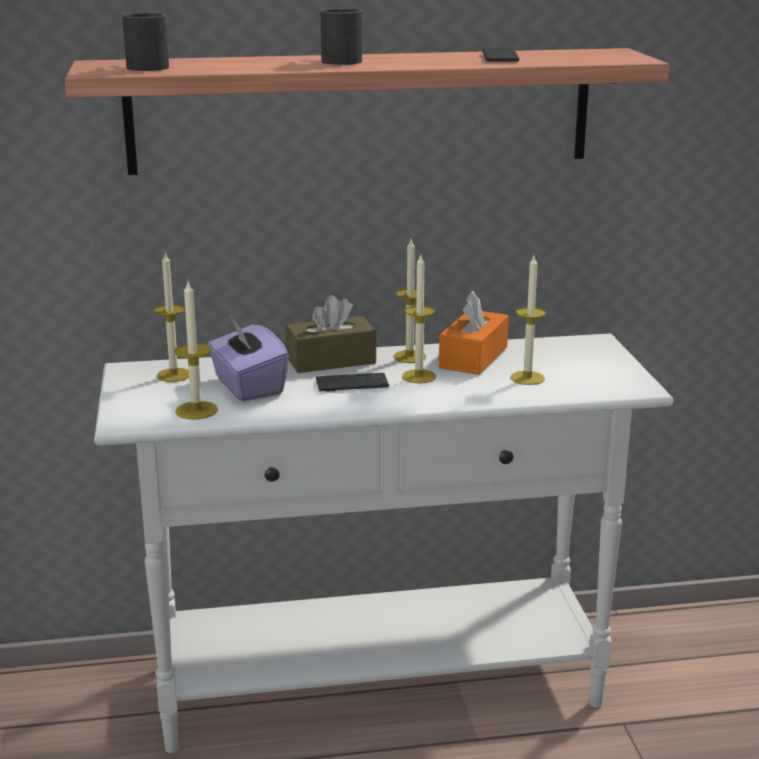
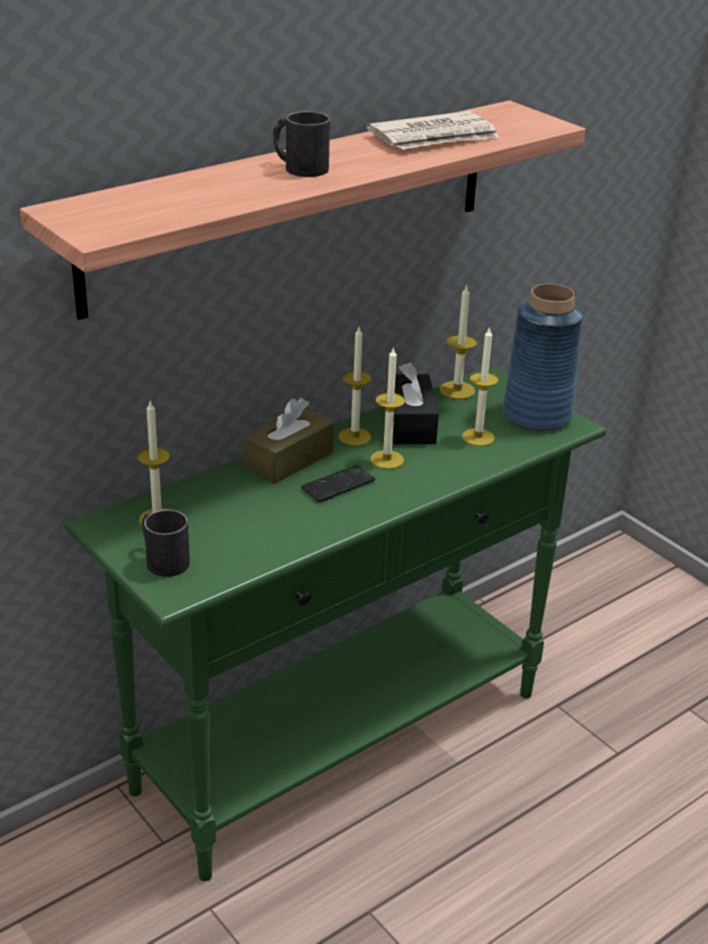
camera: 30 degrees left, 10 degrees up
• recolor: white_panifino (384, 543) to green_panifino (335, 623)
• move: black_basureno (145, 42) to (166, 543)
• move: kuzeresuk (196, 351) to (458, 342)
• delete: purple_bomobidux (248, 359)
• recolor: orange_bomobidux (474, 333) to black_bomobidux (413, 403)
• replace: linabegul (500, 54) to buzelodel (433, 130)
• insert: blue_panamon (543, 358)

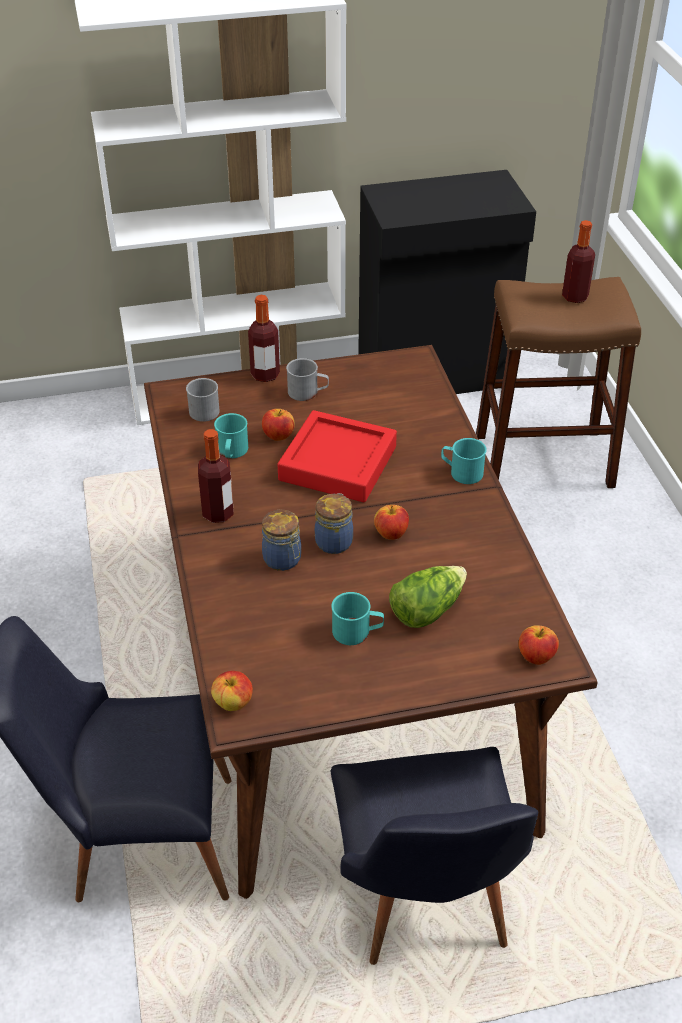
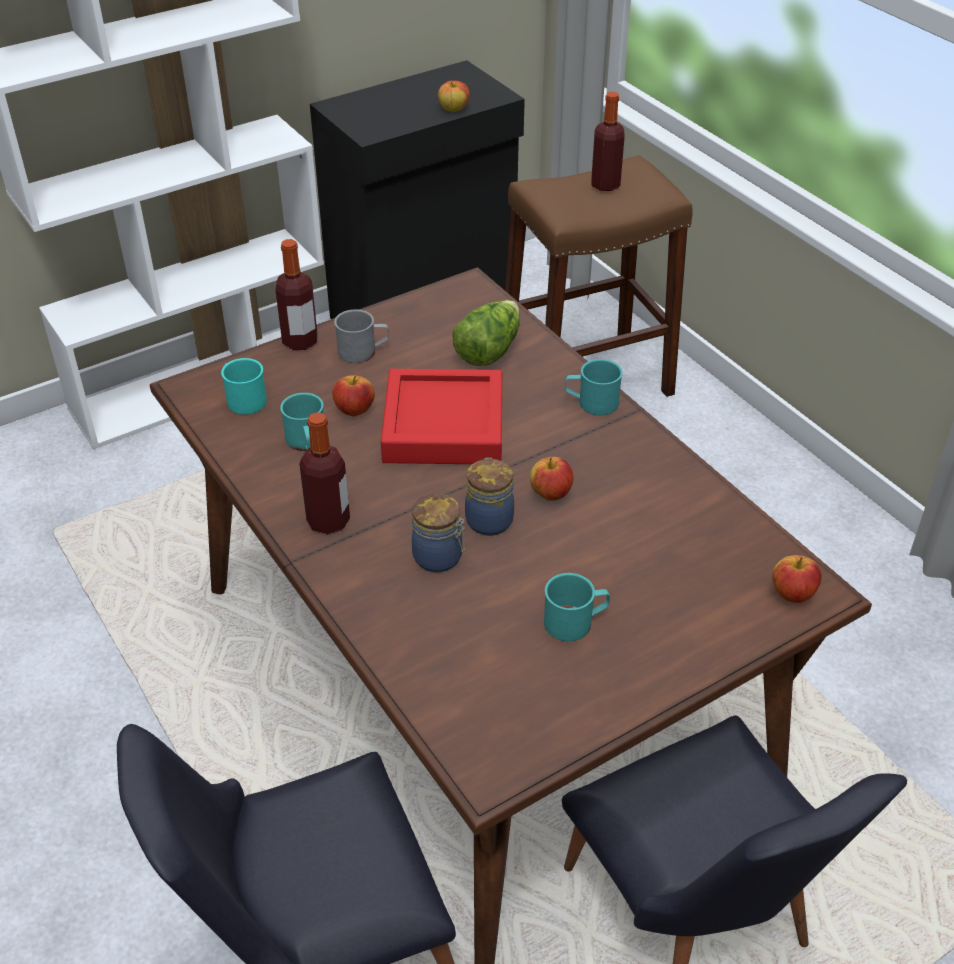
camera: 20 degrees left, 0 degrees up
• recolor: grey_basureno (202, 400) to turquoise_basureno (244, 386)
• move: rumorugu (232, 691) to (454, 96)
• move: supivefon (428, 597) to (486, 333)

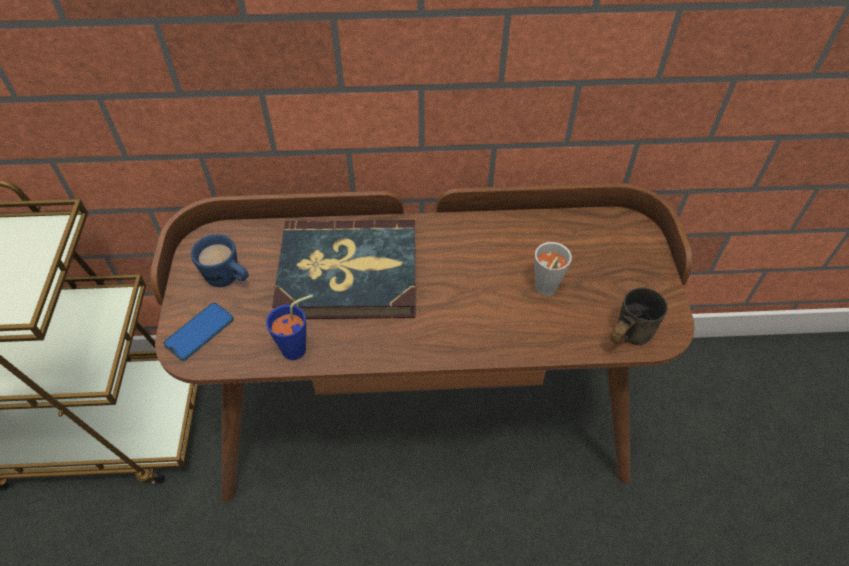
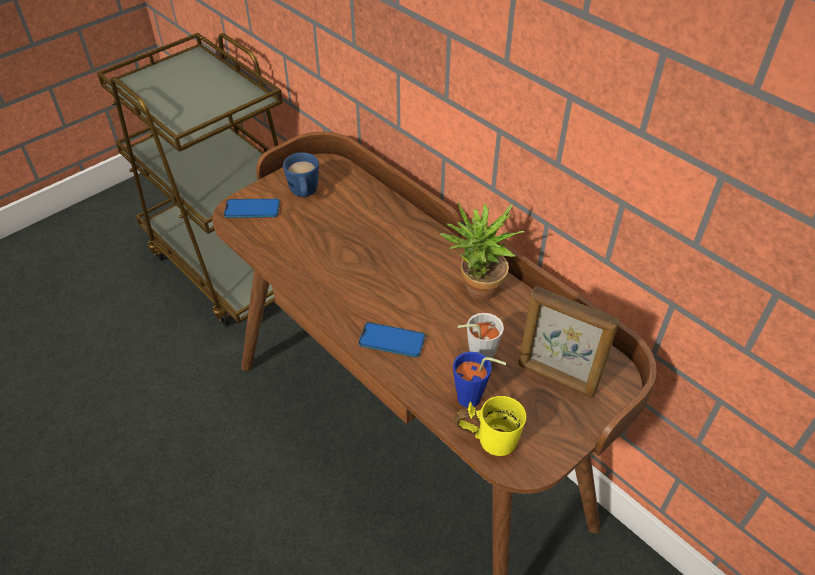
camera: 50 degrees right, 5 degrees down
• move: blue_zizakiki (289, 327) to (479, 380)
• delete: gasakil (344, 269)
• recolor: grey_basureno (639, 316) to yellow_basureno (490, 426)
• insert: linabegul (392, 339)
• insert: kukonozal (482, 251)
• insert: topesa (569, 342)

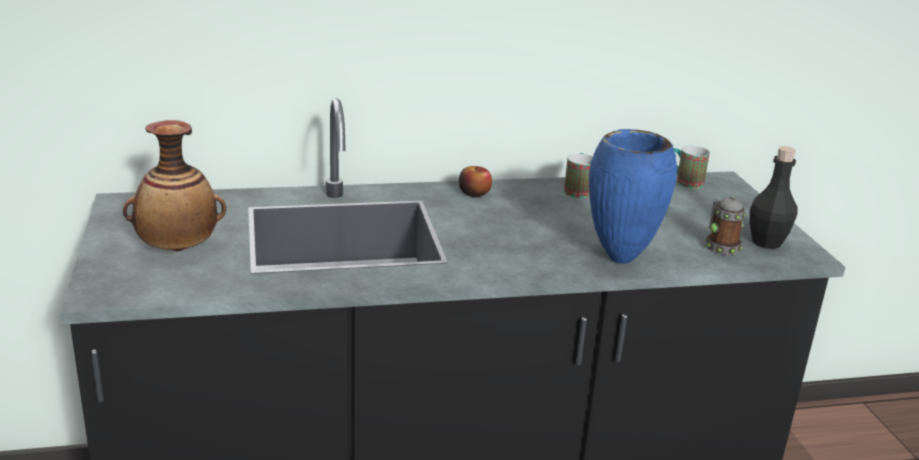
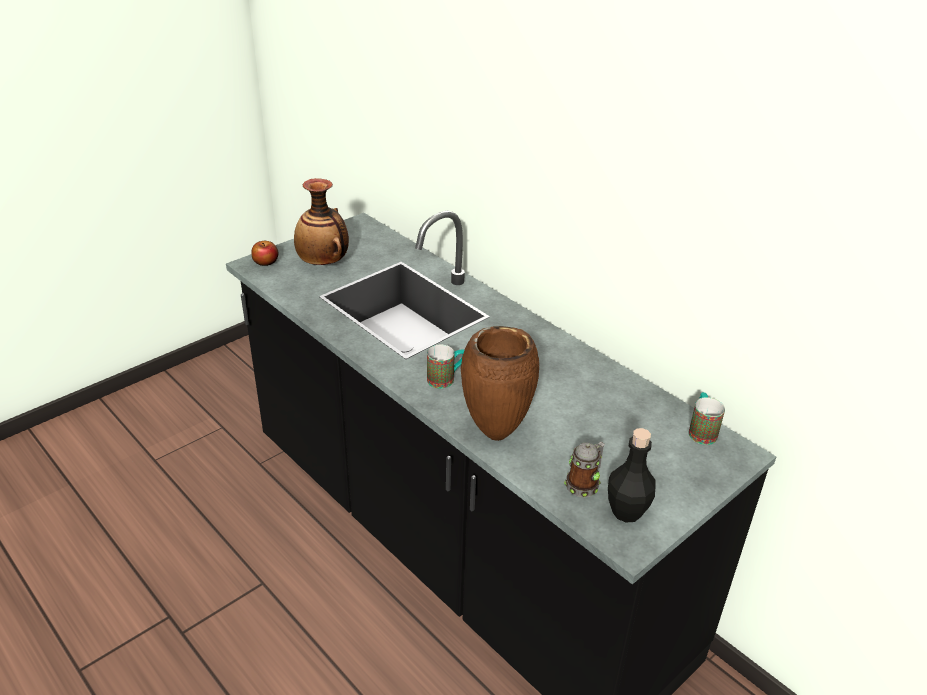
camera: 60 degrees right, 10 degrees up
• move: rumorugu (475, 181) to (264, 253)
• move: basureno (578, 175) to (445, 367)
• recolor: blue_panamon (633, 196) to brown_panamon (500, 383)

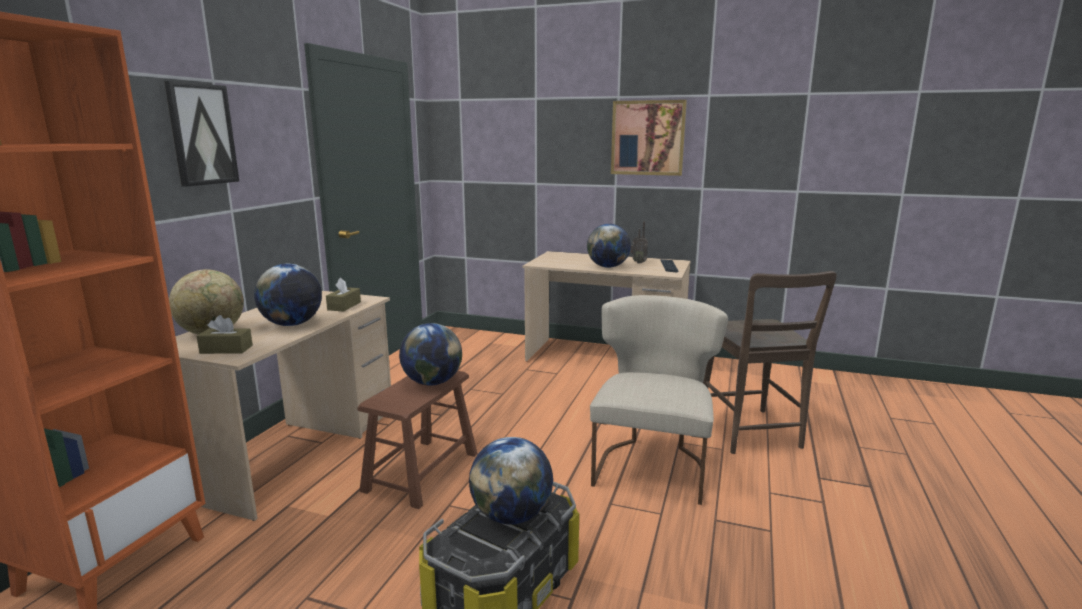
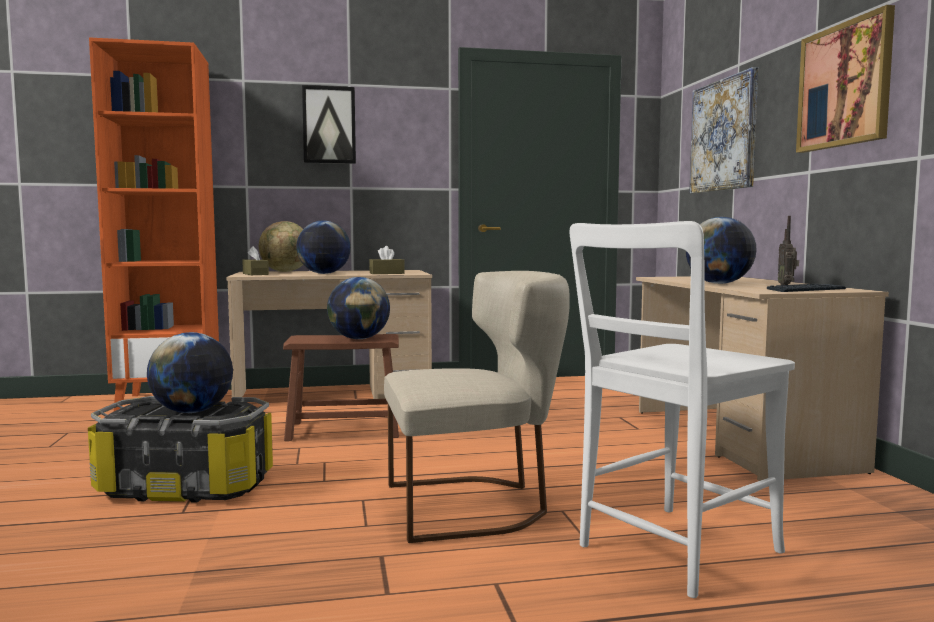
camera: 60 degrees right, 10 degrees down
• recolor: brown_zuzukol (770, 362) to white_zuzukol (682, 409)
• insert: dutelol (723, 130)

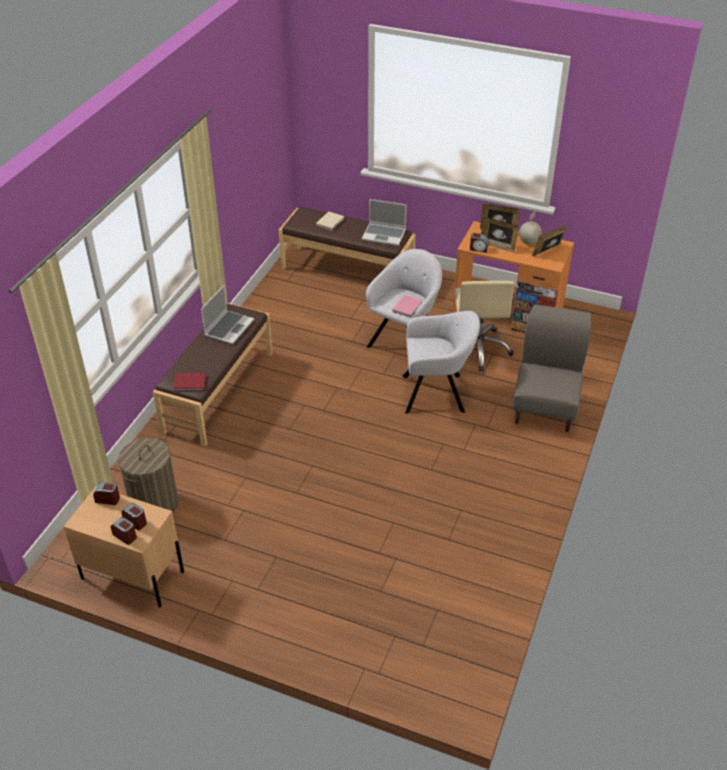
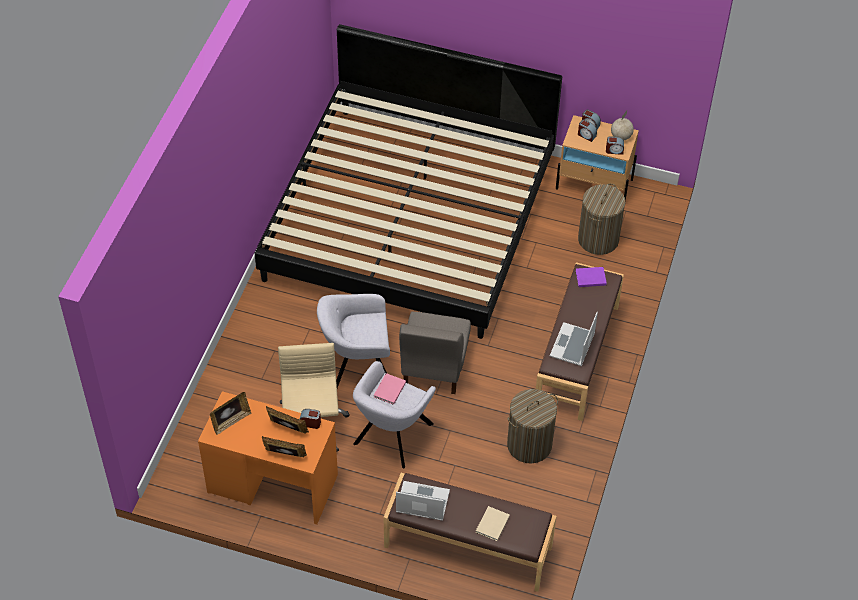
camera: 175 degrees right, 10 degrees up
• recolor: red_gasakil (189, 382) to purple_gasakil (591, 277)
• move: grey_zuzukol (552, 368) to (435, 353)
• move: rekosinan (530, 227) to (622, 125)
• insert: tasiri (408, 181)
• insert: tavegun (532, 426)

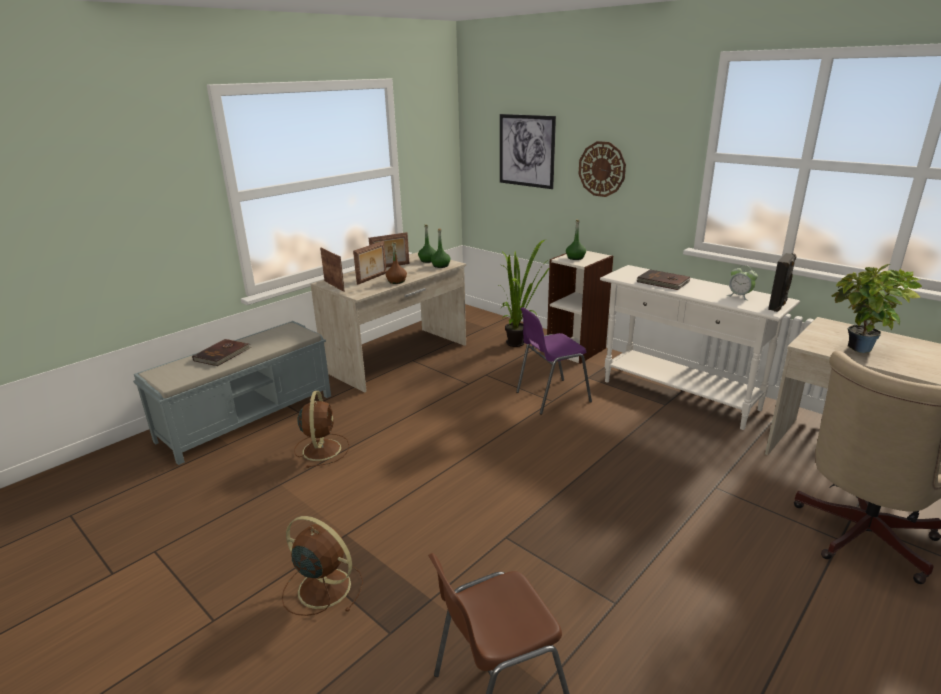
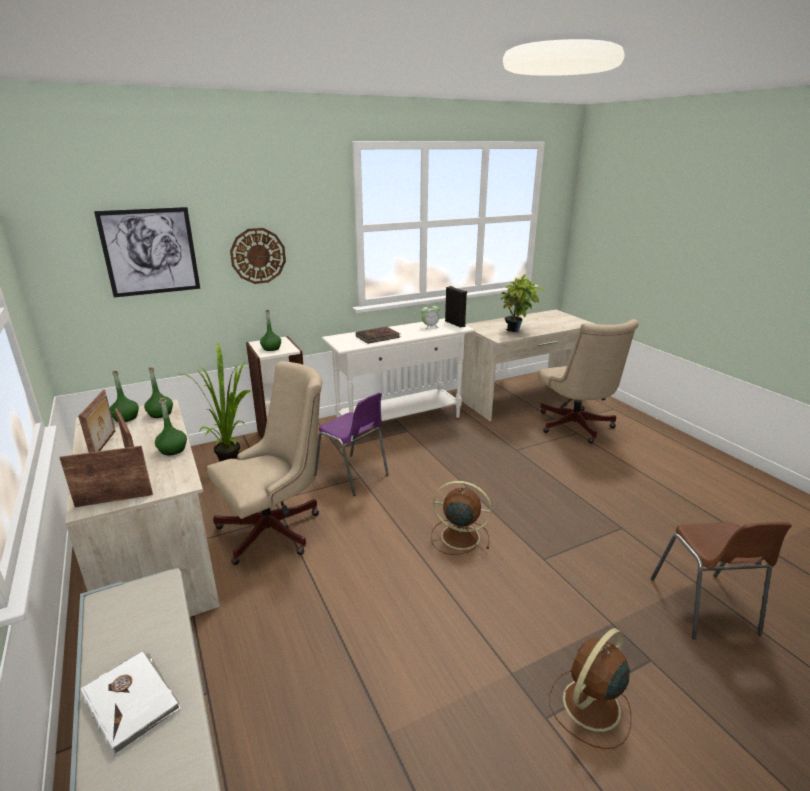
camera: 70 degrees left, 0 degrees up
• recolor: brown_gasakil (221, 352) to white_gasakil (131, 703)
• move: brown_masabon (321, 429) to (461, 518)
• recolor: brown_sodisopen (396, 263) to green_sodisopen (171, 426)
• rotate: purple_zuzukol (554, 361) = (351, 444) 45 degrees counterclockwise
• insert: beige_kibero (264, 463)

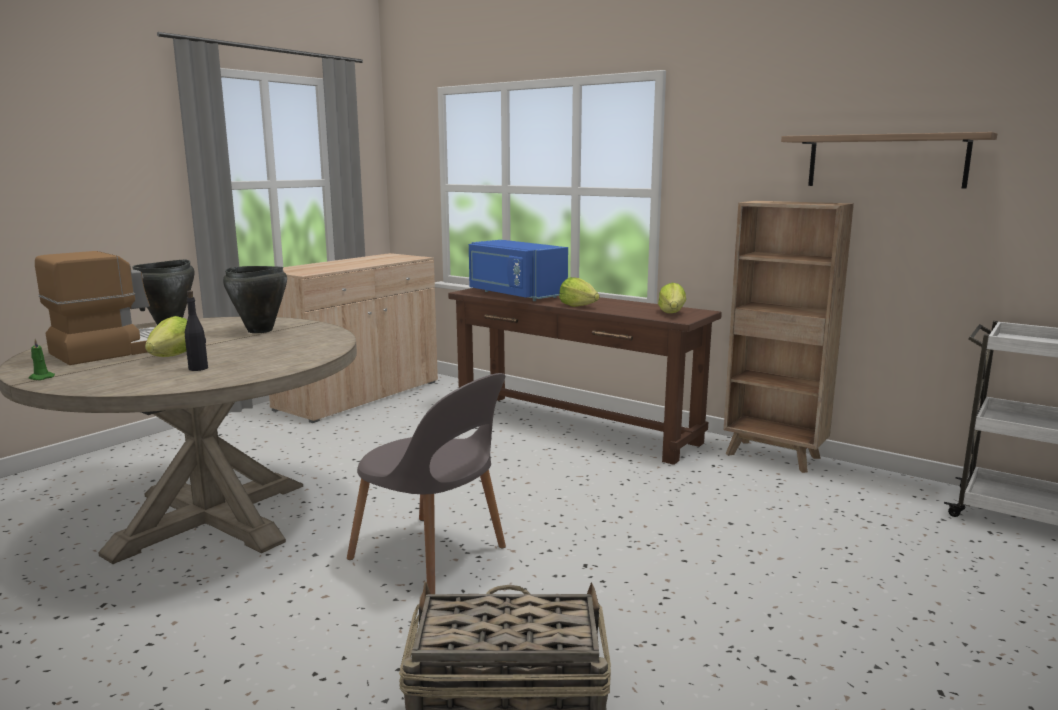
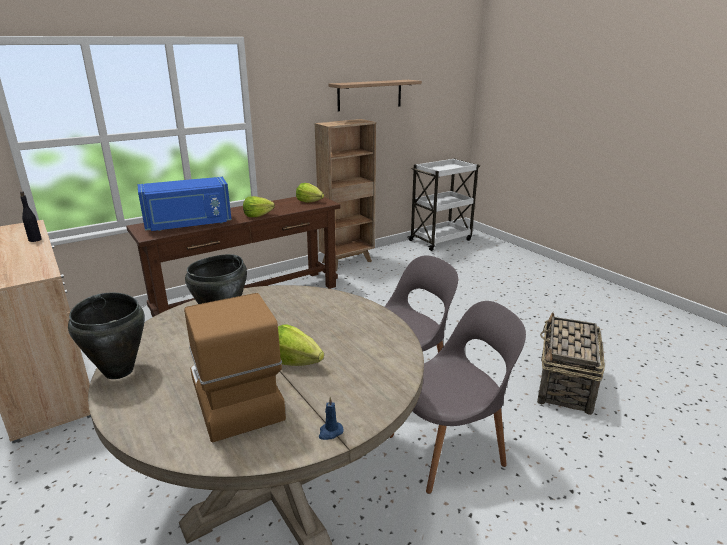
camera: 70 degrees left, 10 degrees up
• recolor: green_kuzeresuk (42, 359) to blue_kuzeresuk (331, 418)
• move: black_sodisopen (196, 330) to (31, 217)
• insert: grey_zuzukol (457, 397)

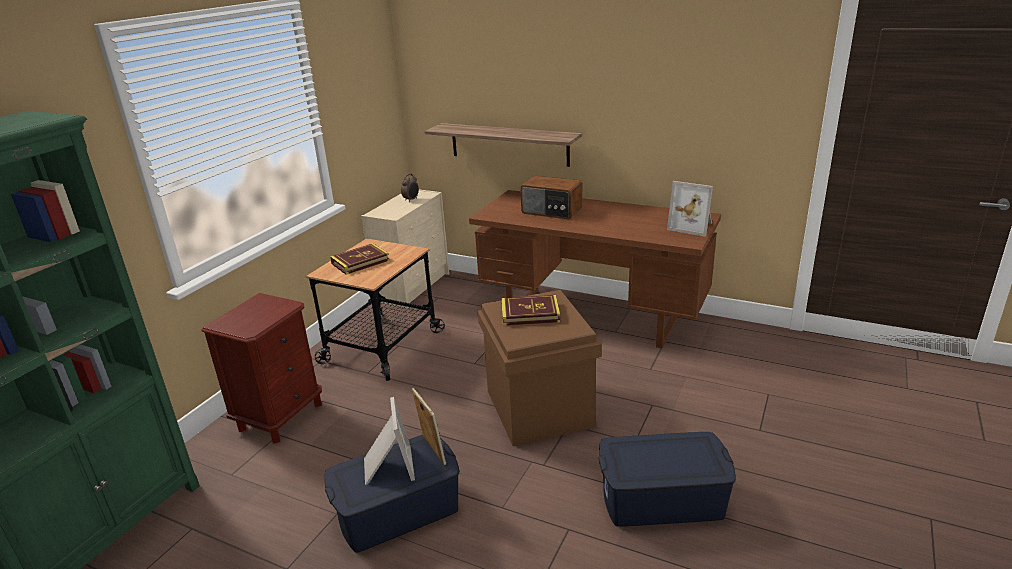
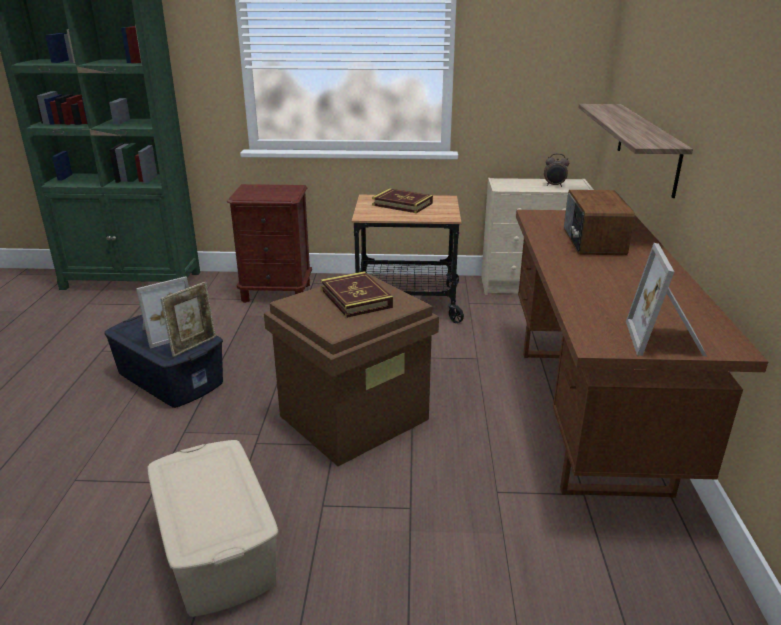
camera: 65 degrees right, 0 degrees up
• recolor: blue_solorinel (667, 479) to beige_solorinel (213, 528)

